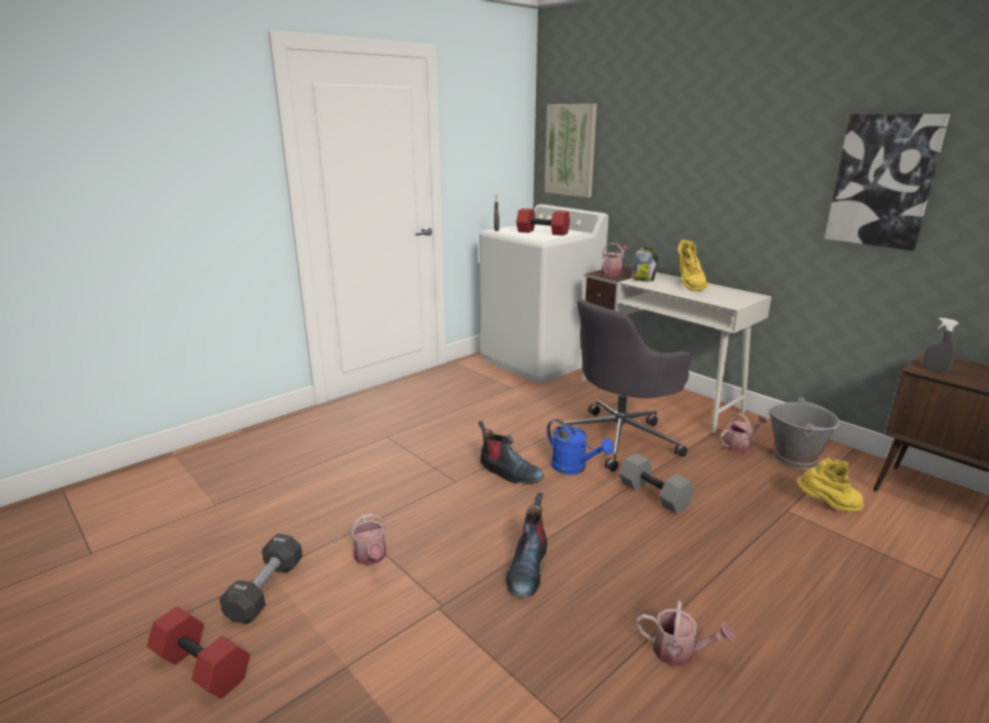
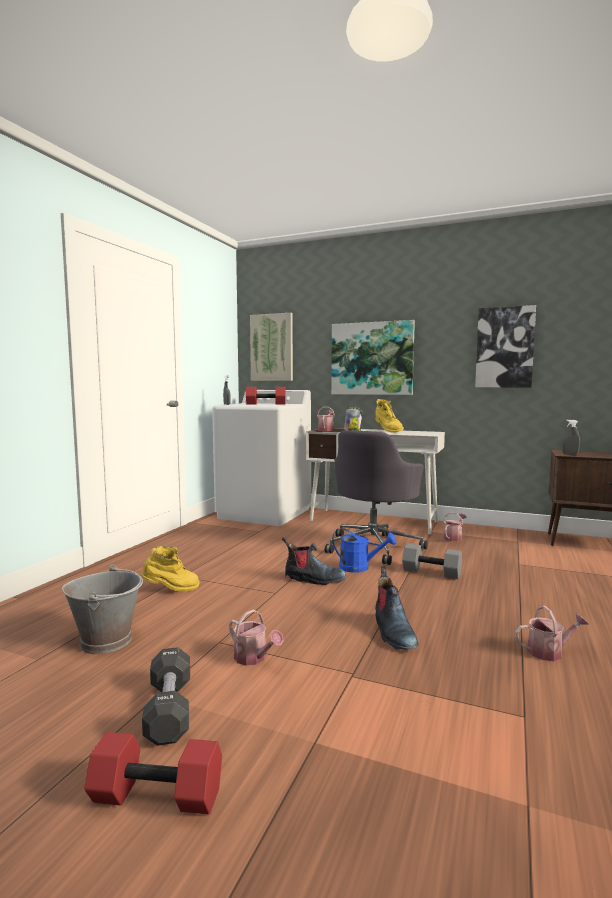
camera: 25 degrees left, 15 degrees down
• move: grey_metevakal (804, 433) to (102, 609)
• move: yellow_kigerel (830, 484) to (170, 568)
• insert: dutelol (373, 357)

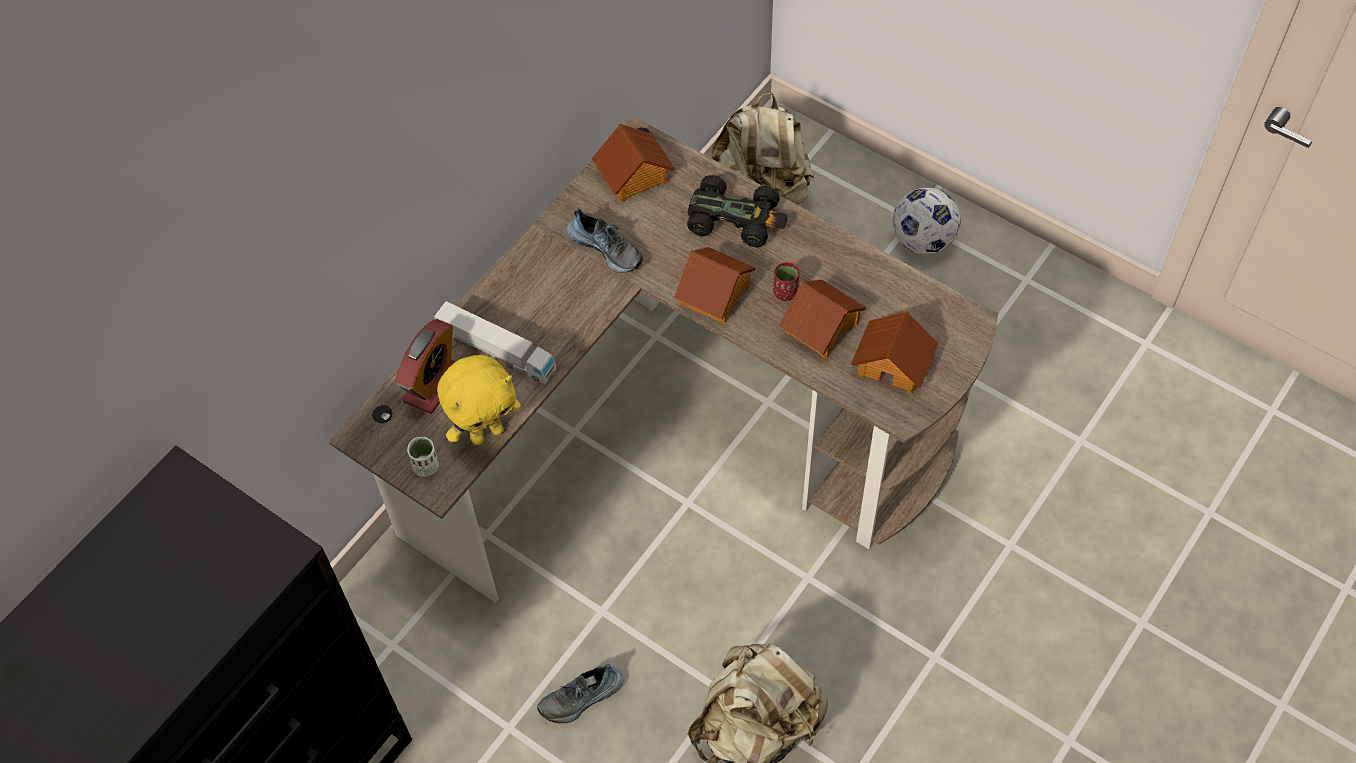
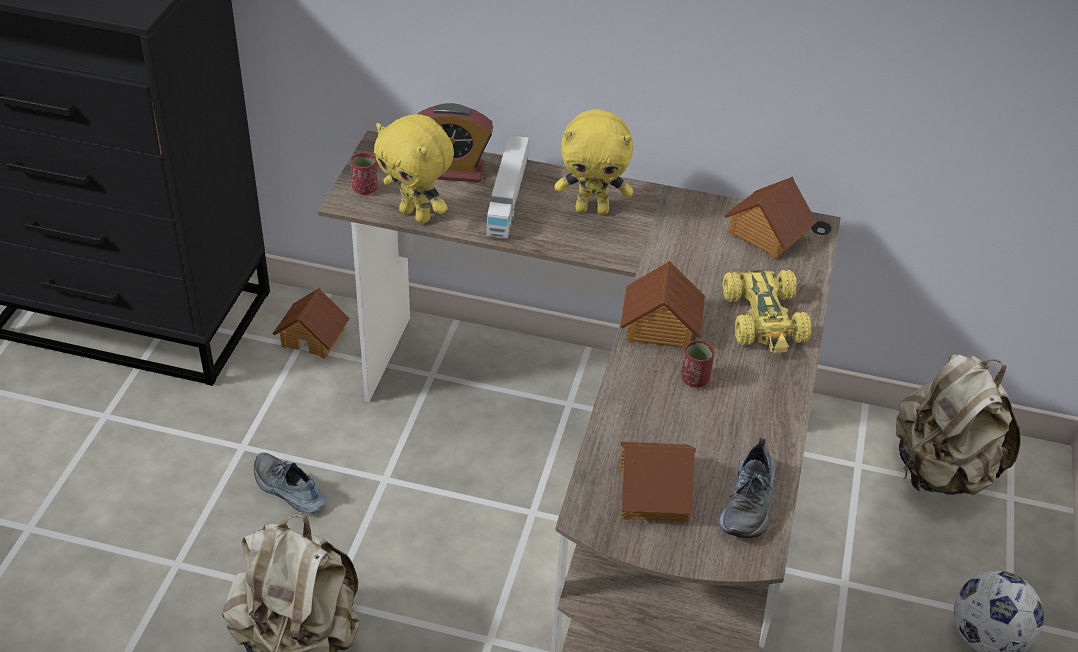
camera: 65 degrees right, 15 degrees down
• recolor: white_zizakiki (423, 457) to red_zizakiki (364, 173)
• move: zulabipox (605, 241) to (747, 487)
• recolor: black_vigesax (737, 211) to yellow_vigesax (767, 311)
• move: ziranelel (822, 319) to (311, 323)
• insert: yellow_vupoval (594, 162)

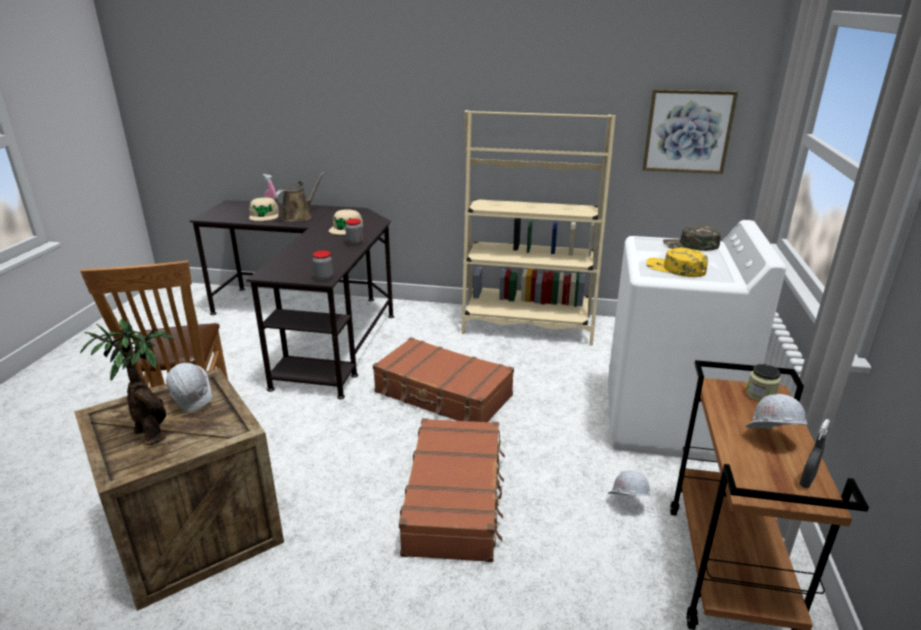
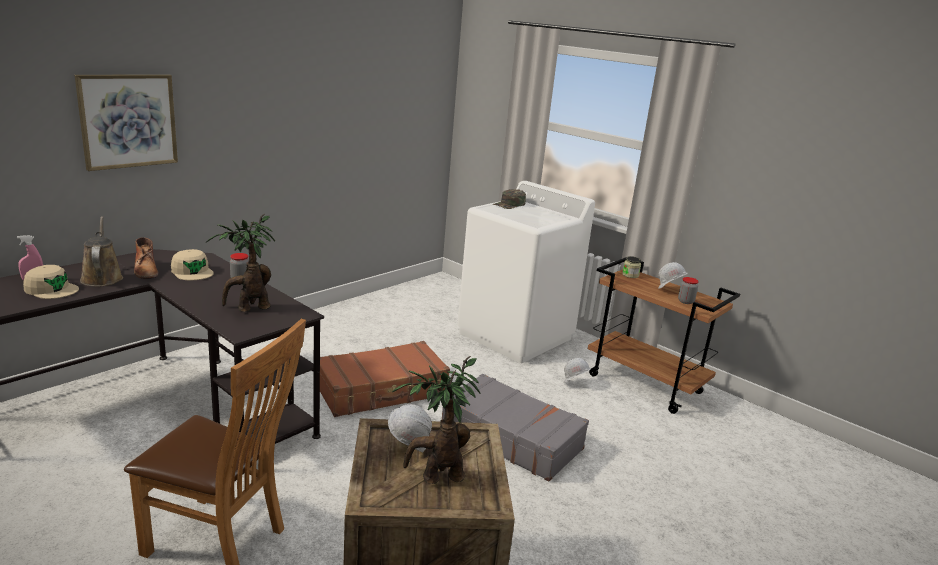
camera: 60 degrees left, 5 degrees down
• move: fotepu (323, 266) to (688, 290)
• recolor: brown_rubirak (452, 490) to grey_rubirak (515, 427)
• delete: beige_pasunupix (538, 228)
• move: dutelol (690, 131) to (126, 122)
• delete: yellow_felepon (676, 262)
• delete: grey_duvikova (815, 453)
• insert: brown_kigerel (146, 258)
• insert: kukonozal (240, 263)

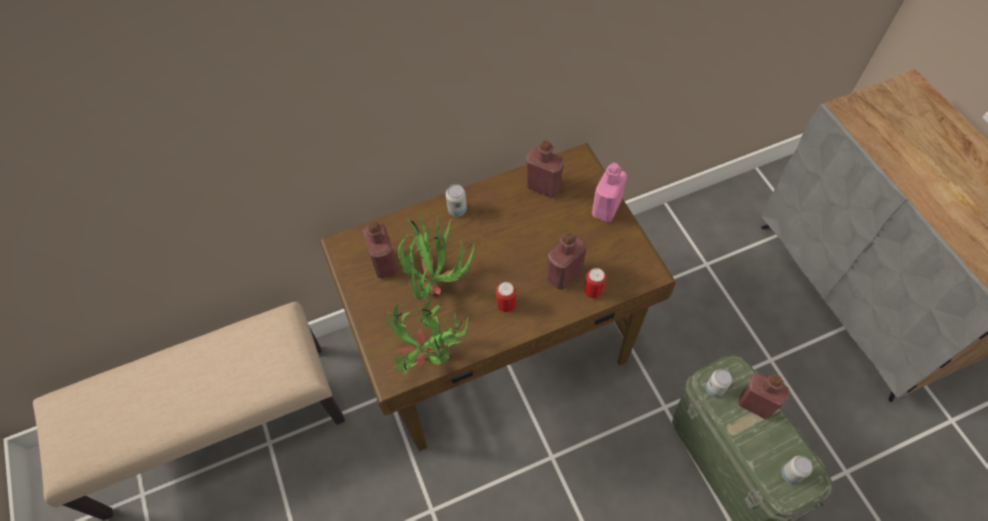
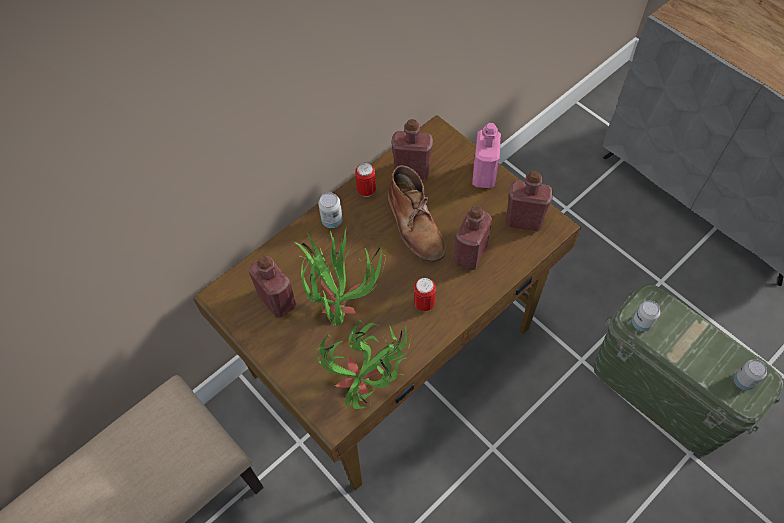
camera: 20 degrees left, 0 degrees up
• move: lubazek (595, 283) to (365, 180)
• move: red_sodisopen (764, 396) to (529, 201)
• insert: brown_kigerel (417, 213)

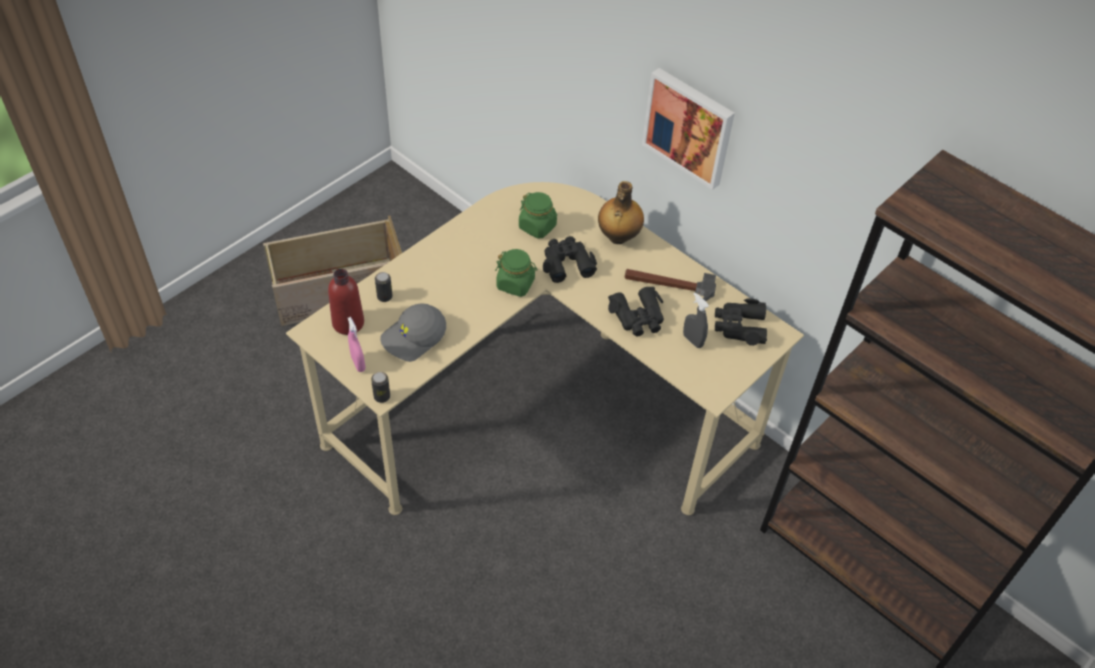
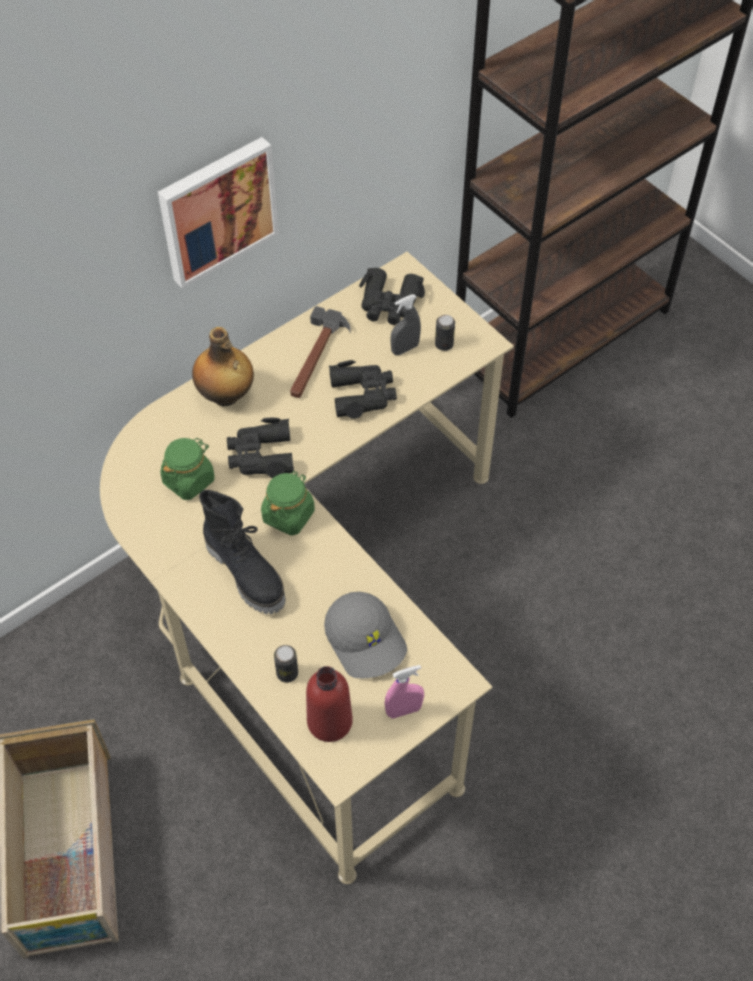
camera: 80 degrees left, 5 degrees up
• move: lubazek (380, 387) to (445, 333)
• insert: black_kigerel (242, 552)

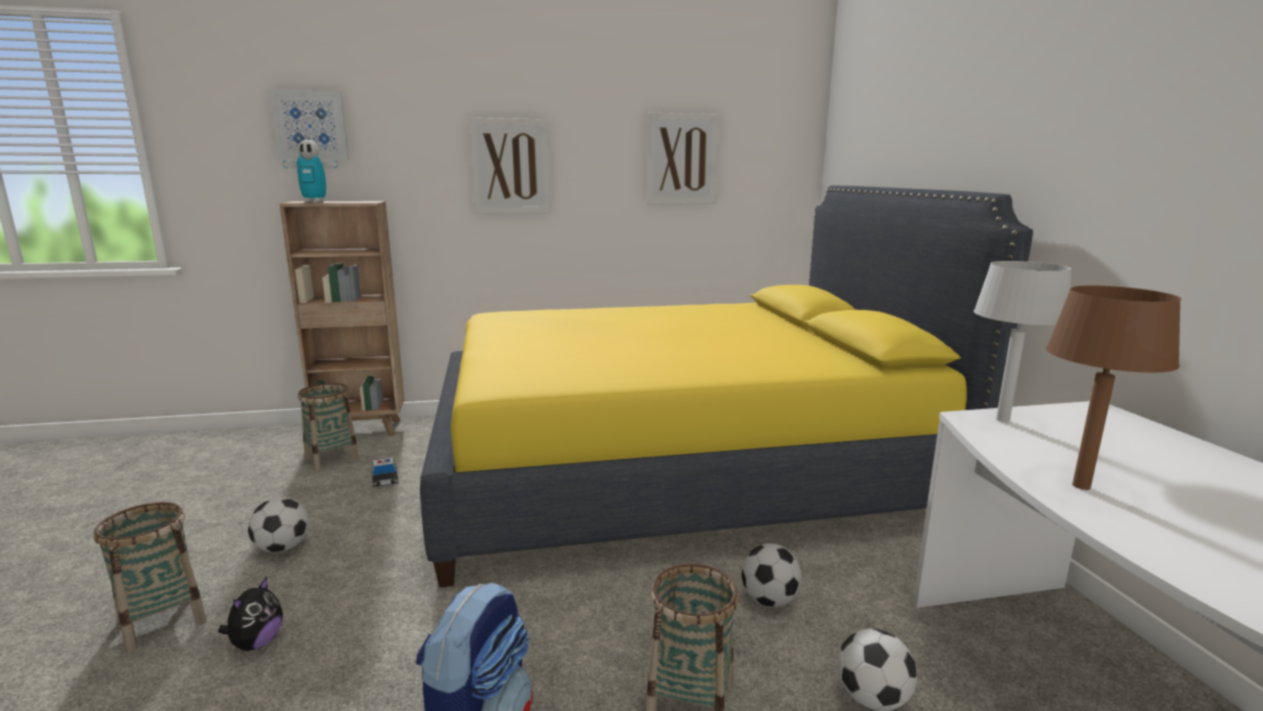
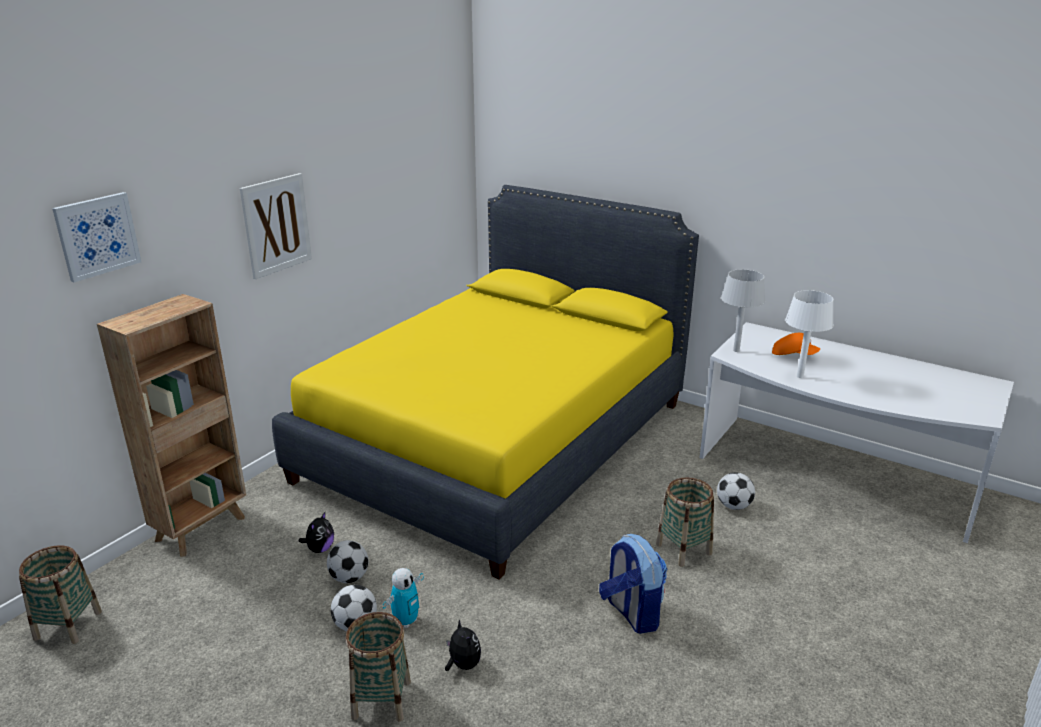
camera: 45 degrees left, 10 degrees up
• move: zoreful (310, 171) to (403, 598)
• move: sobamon (329, 427) to (60, 594)
• replace: vigesax (385, 472) to vupoval (316, 532)
• delete: dutelol (683, 158)
• move: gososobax (772, 575) to (347, 561)
• recolor: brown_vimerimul (1113, 387) to white_vimerimul (809, 334)
• insert: orange_felepon (796, 344)

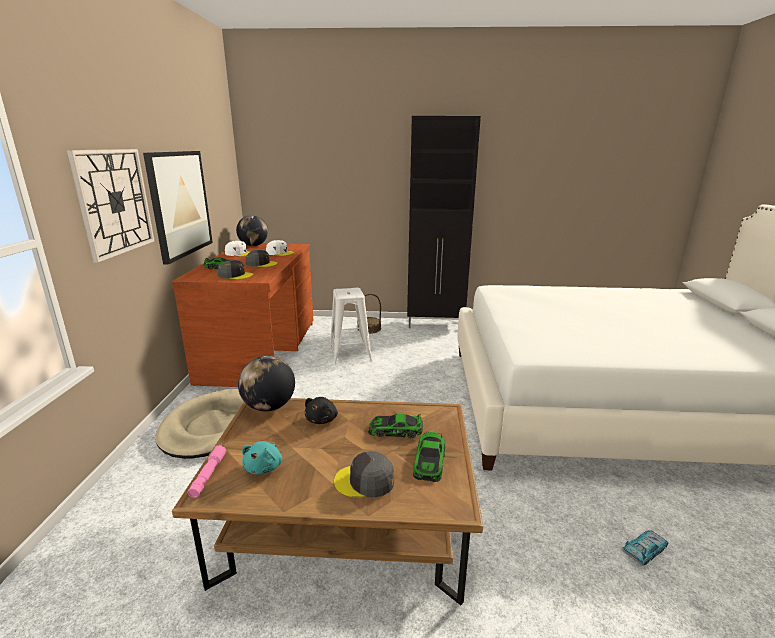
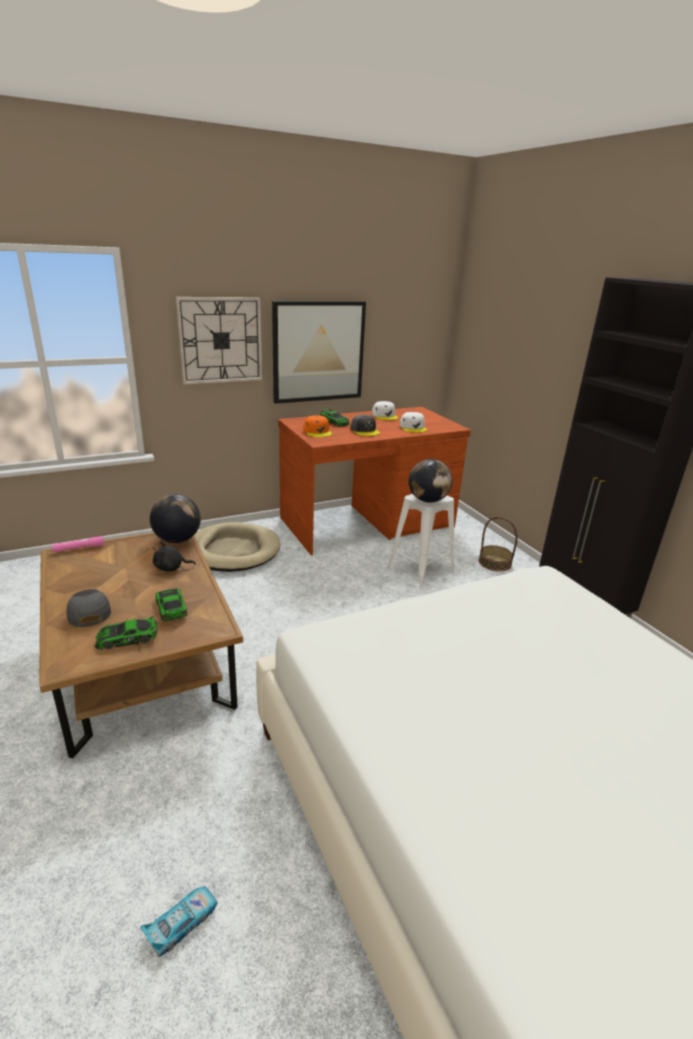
camera: 60 degrees right, 5 degrees up
• recolor: grey_felepon (235, 270) to orange_felepon (317, 426)
• move: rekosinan (252, 230) to (430, 481)
• delete: turquoise_vupoval (262, 458)
• rotate: vigesax (645, 548) = (179, 921) 75 degrees counterclockwise

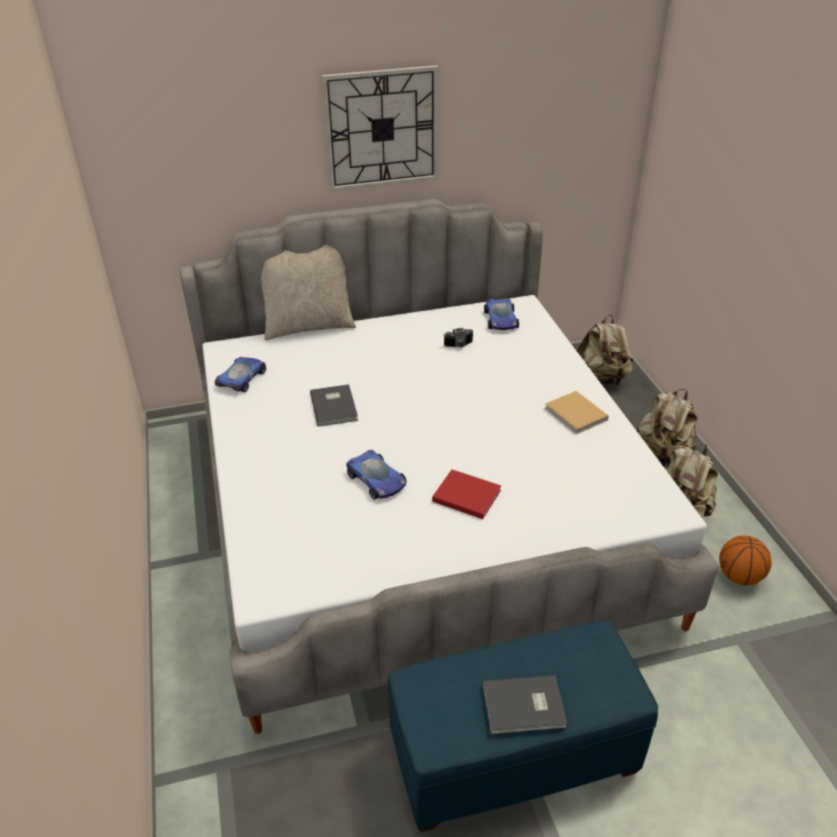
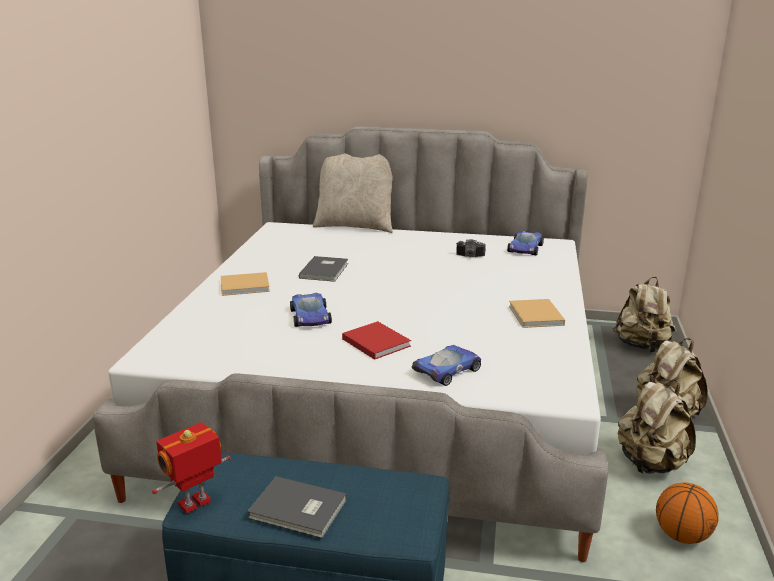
camera: 25 degrees right, 15 degrees down
• move: vigesax (240, 374) to (446, 365)
• delete: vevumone (380, 128)
• insert: zoreful (191, 468)
• insert: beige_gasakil (245, 284)

